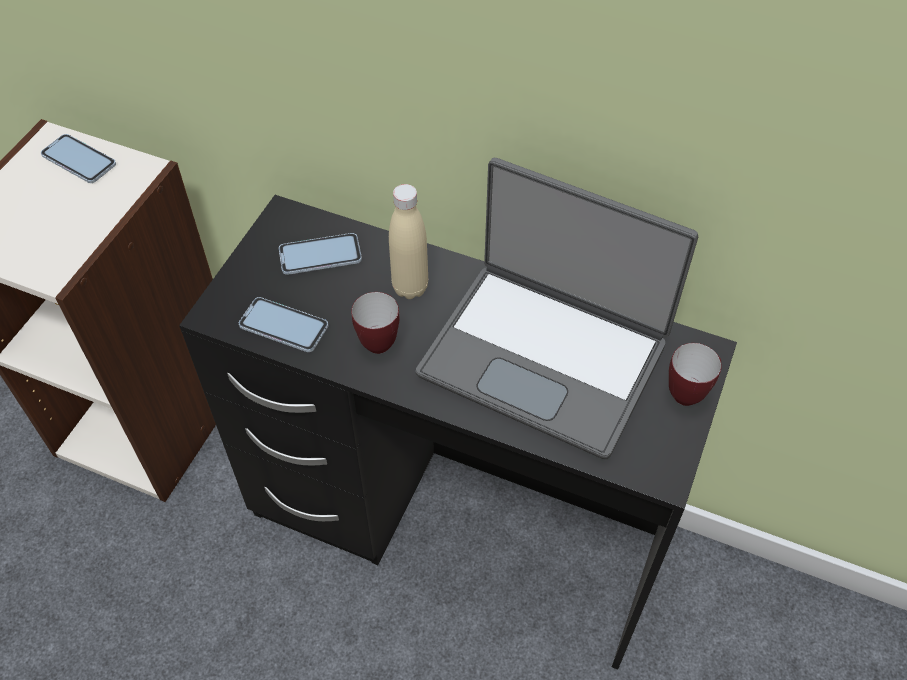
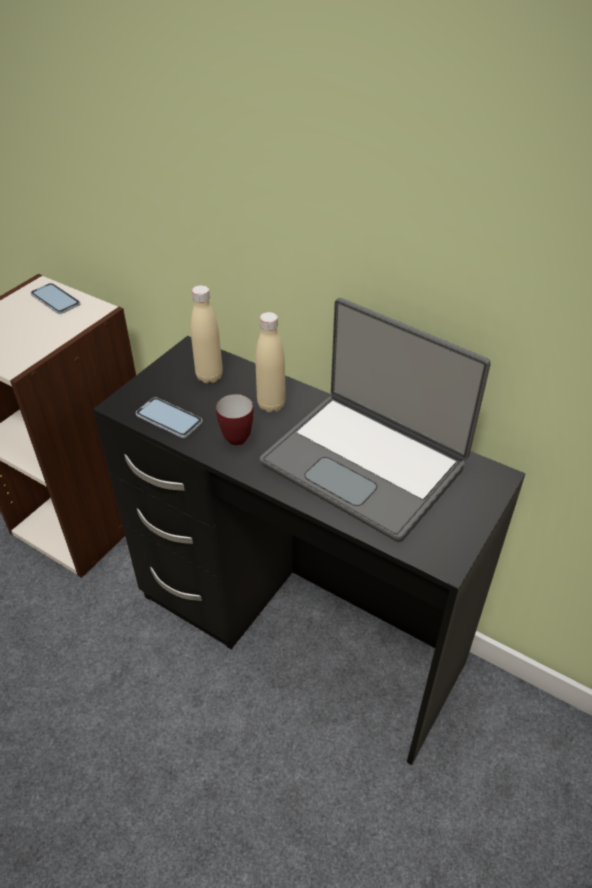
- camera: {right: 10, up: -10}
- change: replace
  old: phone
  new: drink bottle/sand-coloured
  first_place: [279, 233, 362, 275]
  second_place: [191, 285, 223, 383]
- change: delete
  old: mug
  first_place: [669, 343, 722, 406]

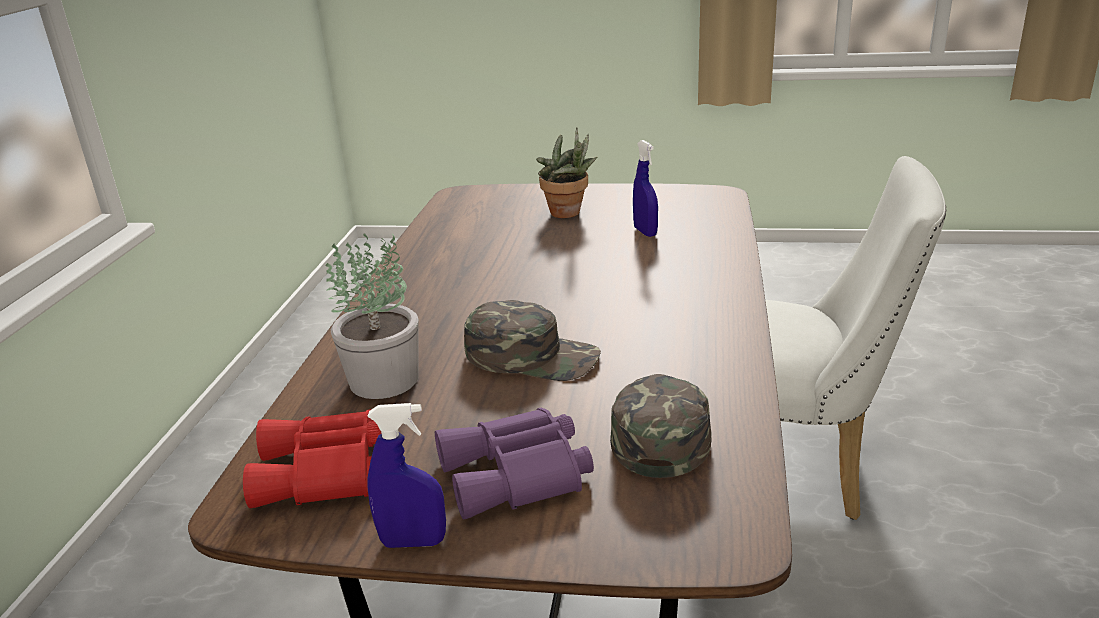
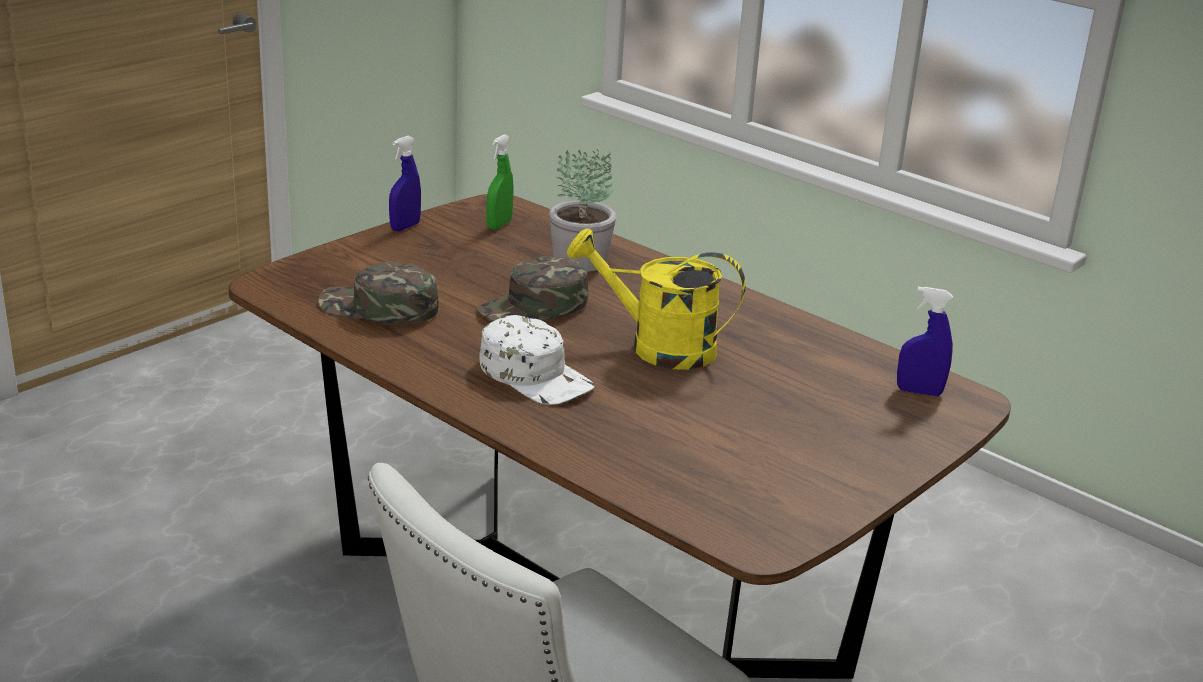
- camera: {right: 120, up: 0}
- change: delete
  old: potted plant
  first_place: [536, 128, 597, 218]
- change: move
  old: hand sprayer/blue-coloured
  first_place: [633, 140, 658, 237]
  second_place: [897, 287, 953, 396]
- change: rotate
  old: peaked cap/green
  first_place: [610, 374, 712, 478]
  second_place: [318, 262, 438, 325]
  degrees: 150
- change: delete
  old: binoculars/purple
  first_place: [435, 408, 594, 520]
- change: replace
  old: binoculars/reddish
  new: hand sprayer/green
  first_place: [243, 409, 382, 508]
  second_place: [486, 135, 514, 230]
- change: insert
  new: sprinkling can/yellow
  second_place: [567, 228, 745, 370]
- change: insert
  new: peaked cap/whitish
  second_place: [480, 315, 595, 405]

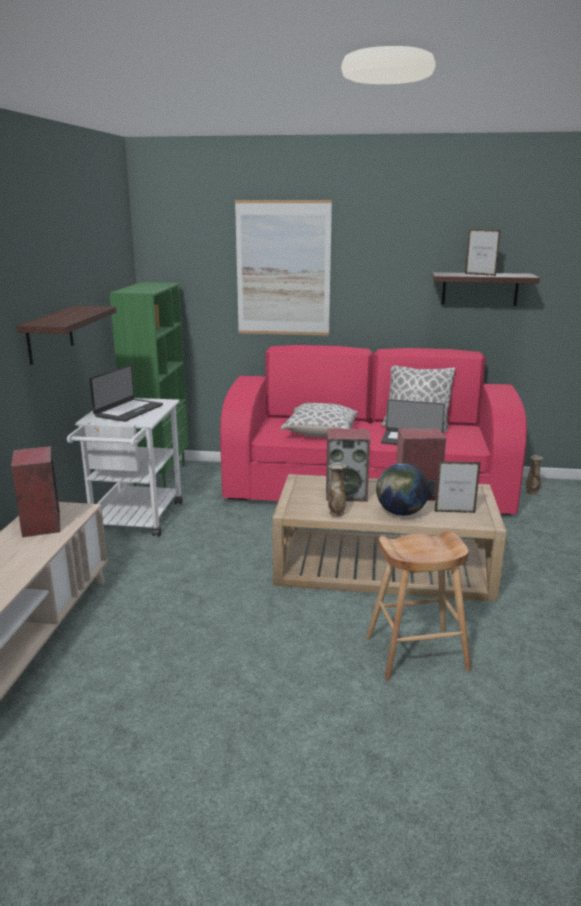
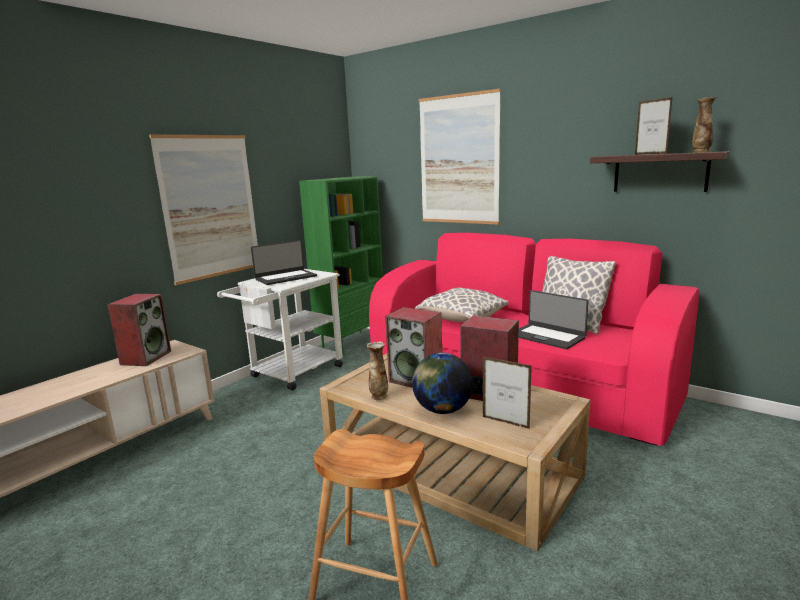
- camera: {right: 30, up: -5}
- change: replace
  old: bracket shelf
  new: wall art
  first_place: [17, 306, 117, 365]
  second_place: [149, 134, 258, 285]
- change: move
  old: decorative vase
  first_place: [526, 455, 543, 495]
  second_place: [692, 97, 716, 153]

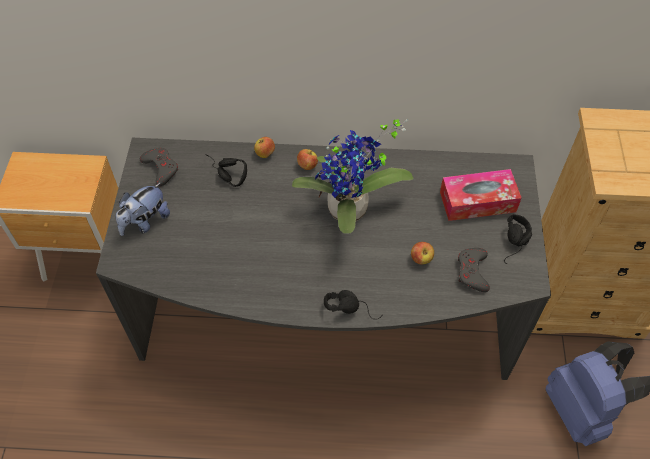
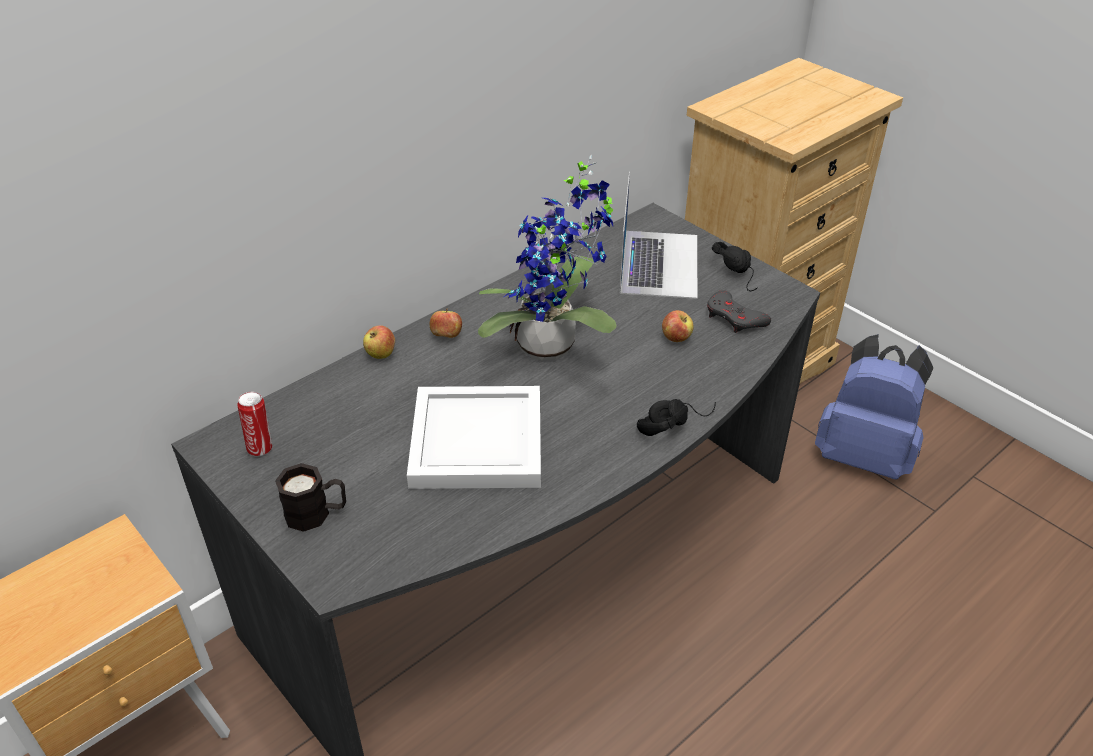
- camera: {right: -45, up: -15}
- change: replace
  old: gamepad/grey
  new: metal can
  first_place: [140, 148, 178, 186]
  second_place: [237, 392, 272, 456]
- change: delete
  old: headphones/black-coloured
  first_place: [205, 154, 247, 187]
- change: replace
  old: tissue box
  new: portable computer
  first_place: [440, 169, 521, 221]
  second_place: [620, 172, 697, 299]
- change: replace
  old: cuddly toy
  new: mug/black-coloured
  first_place: [116, 183, 170, 236]
  second_place: [275, 463, 346, 532]
- change: insert
  new: serving tray/whitish
  second_place: [407, 386, 541, 489]

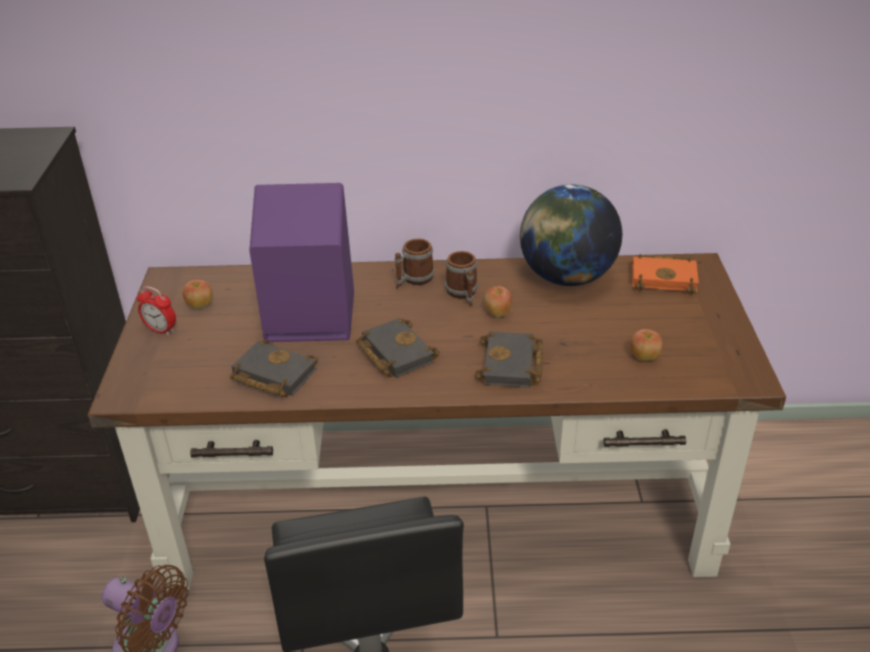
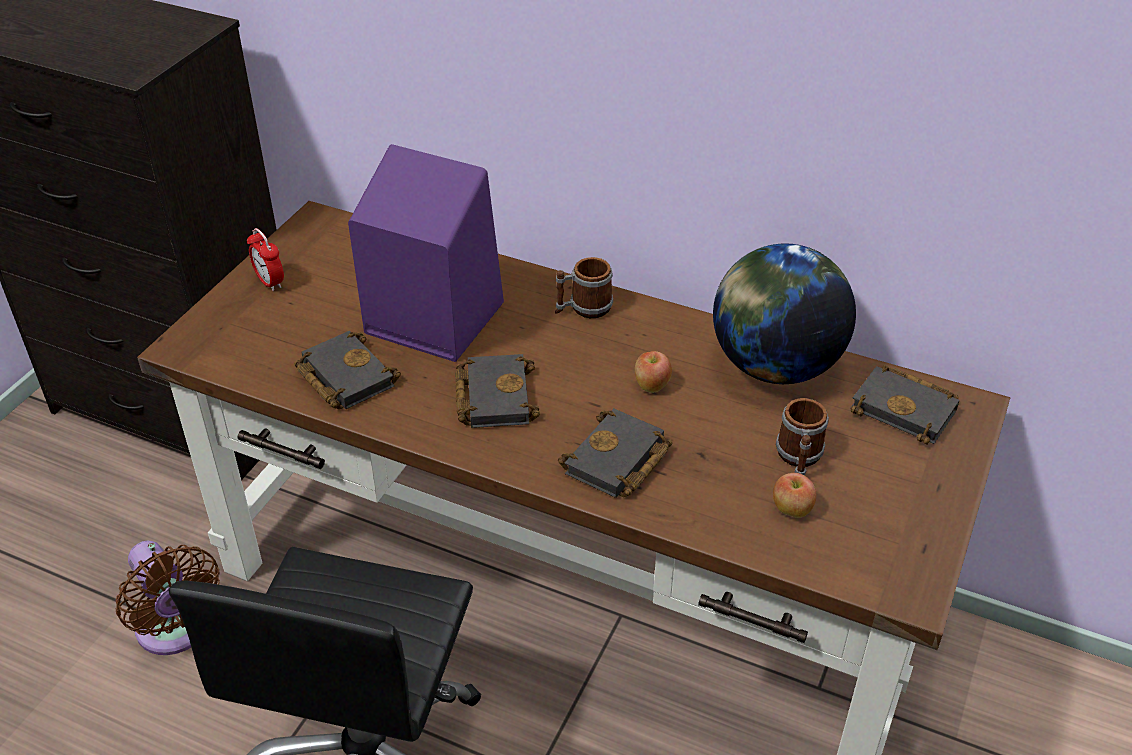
- camera: {right: 25, up: 5}
- change: move
  old: mug
  first_place: [445, 251, 478, 307]
  second_place: [776, 398, 829, 476]
- change: recolor
  old: book/orange
  new: book/black-coloured
  first_place: [632, 254, 699, 294]
  second_place: [850, 365, 960, 445]
- change: delete
  old: apple
  first_place: [183, 280, 212, 309]

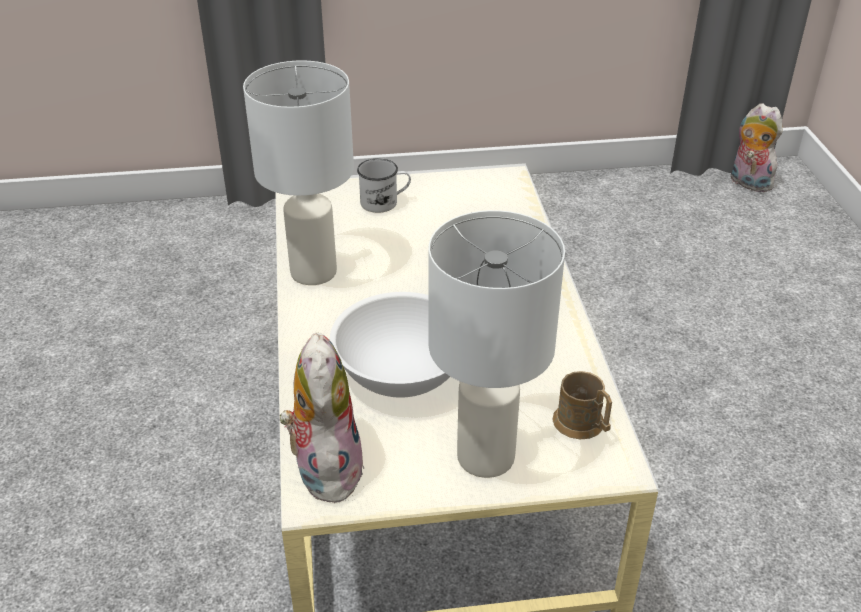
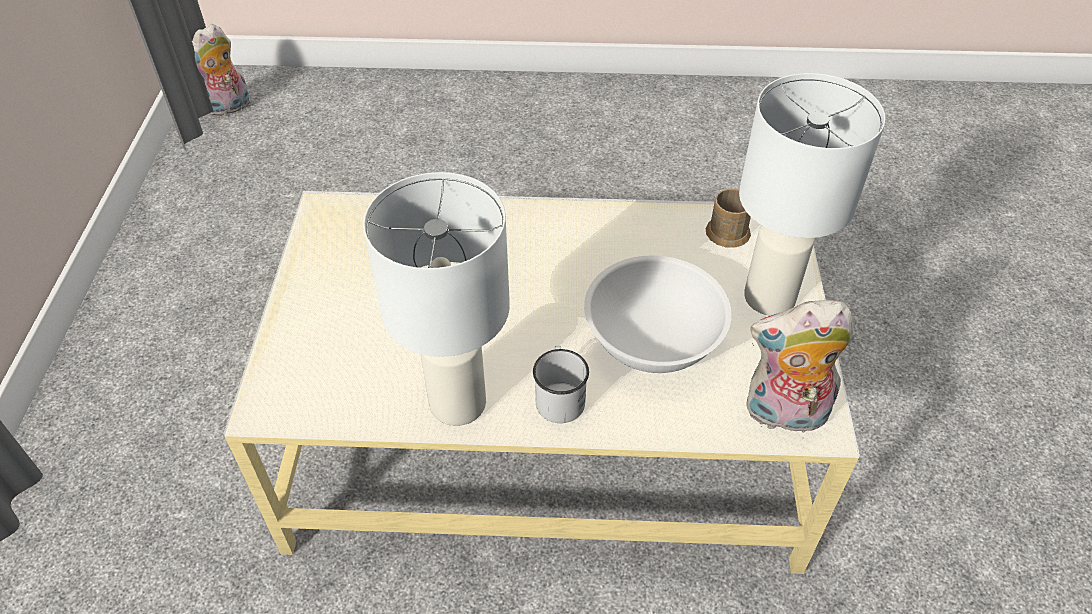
- camera: {right: -80, up: 10}
- change: move
  old: mug/whitish
  first_place: [357, 158, 411, 213]
  second_place: [533, 346, 589, 423]

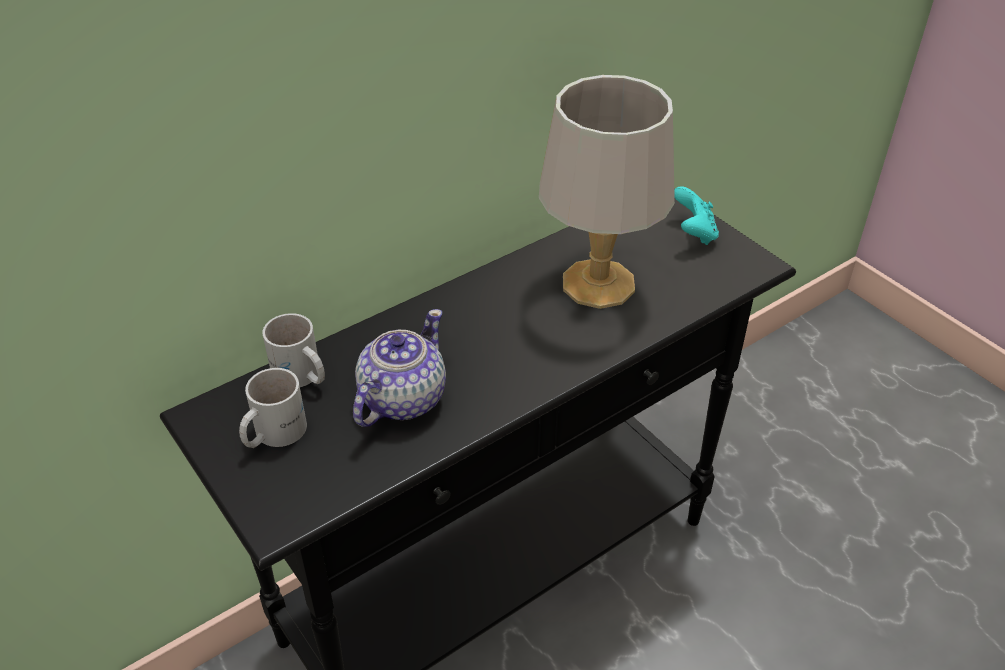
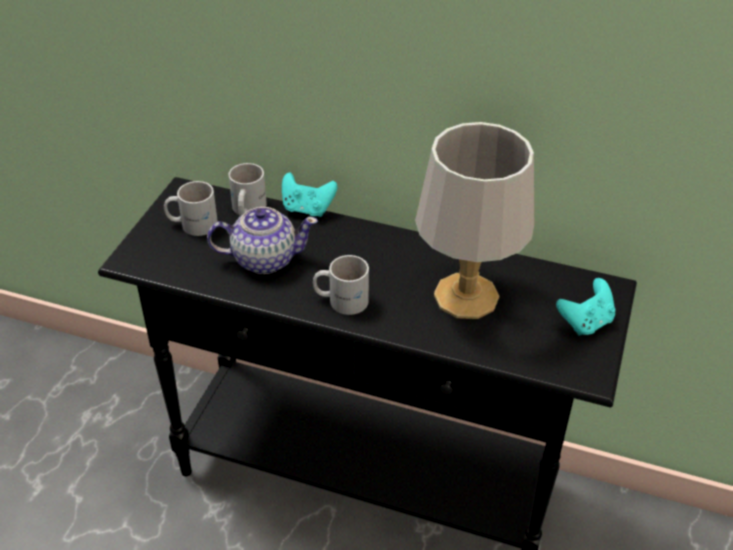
- camera: {right: 55, up: 0}
- change: insert
  new: gamepad/turquoise
  second_place: [282, 172, 338, 217]
- change: insert
  new: mug/whitish
  second_place: [313, 255, 369, 315]

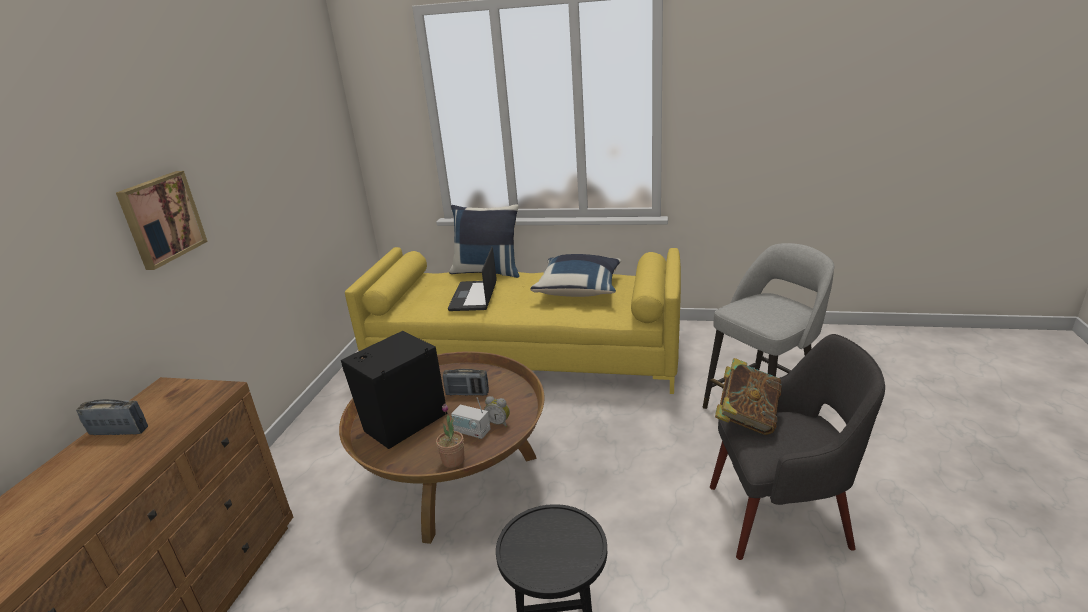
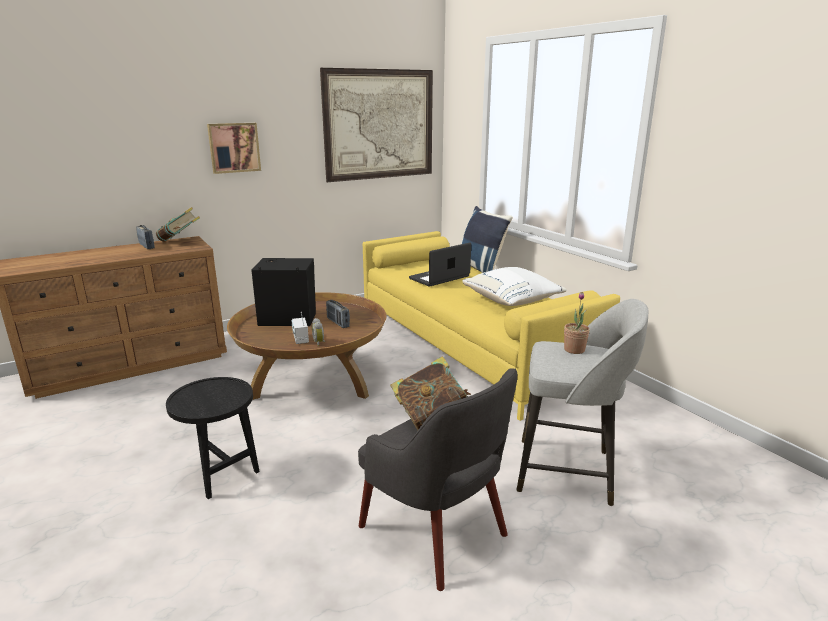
- camera: {right: 45, up: -5}
- change: recolor
  old: pillow/blue-coloured
  new: pillow/whitish
  first_place: [530, 254, 621, 297]
  second_place: [462, 267, 567, 306]
- change: move
  old: potted plant
  first_place: [436, 404, 464, 468]
  second_place: [564, 292, 590, 354]
- change: insert
  new: wall art
  second_place: [320, 68, 433, 182]
- change: insert
  new: book
  second_place: [156, 207, 200, 242]

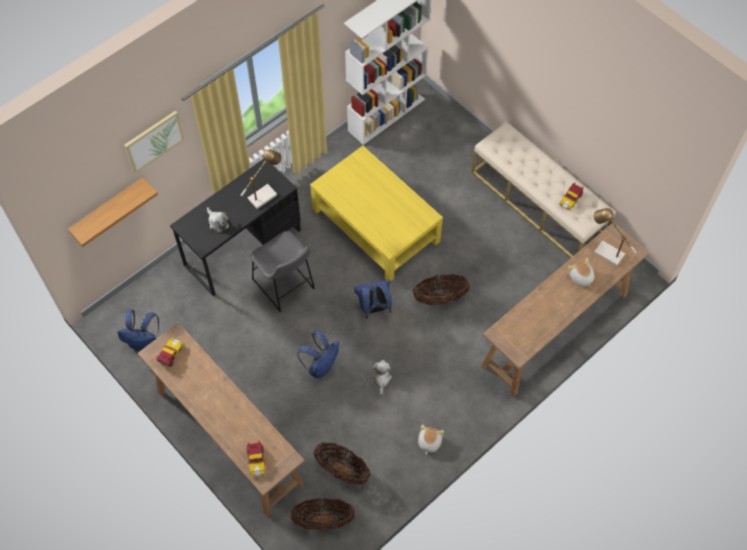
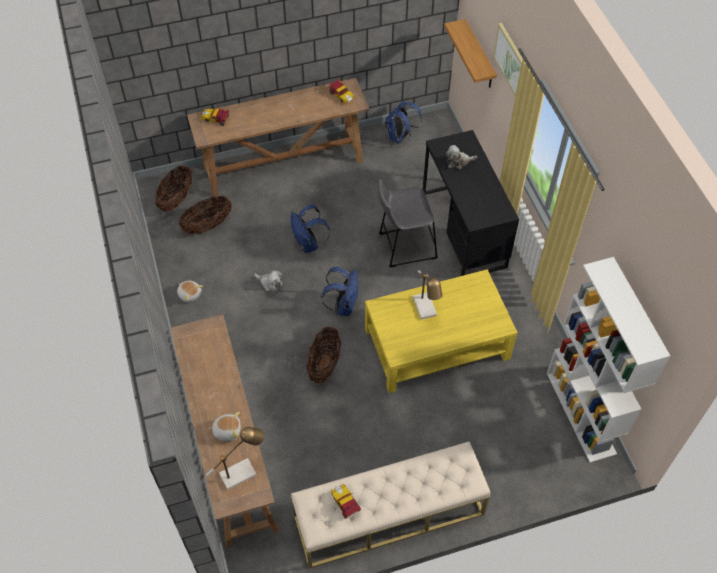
- camera: {right: 115, up: -5}
- change: move
  old: table lamp
  first_place: [241, 150, 281, 209]
  second_place: [413, 270, 442, 319]

